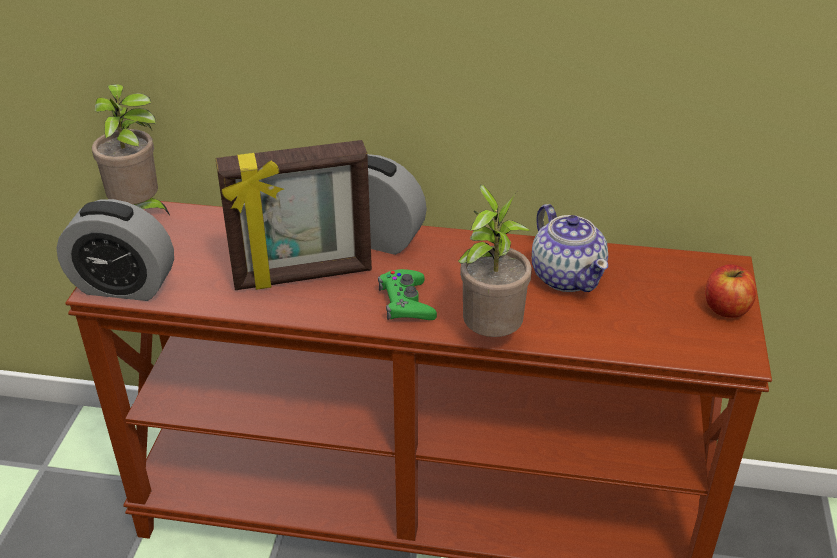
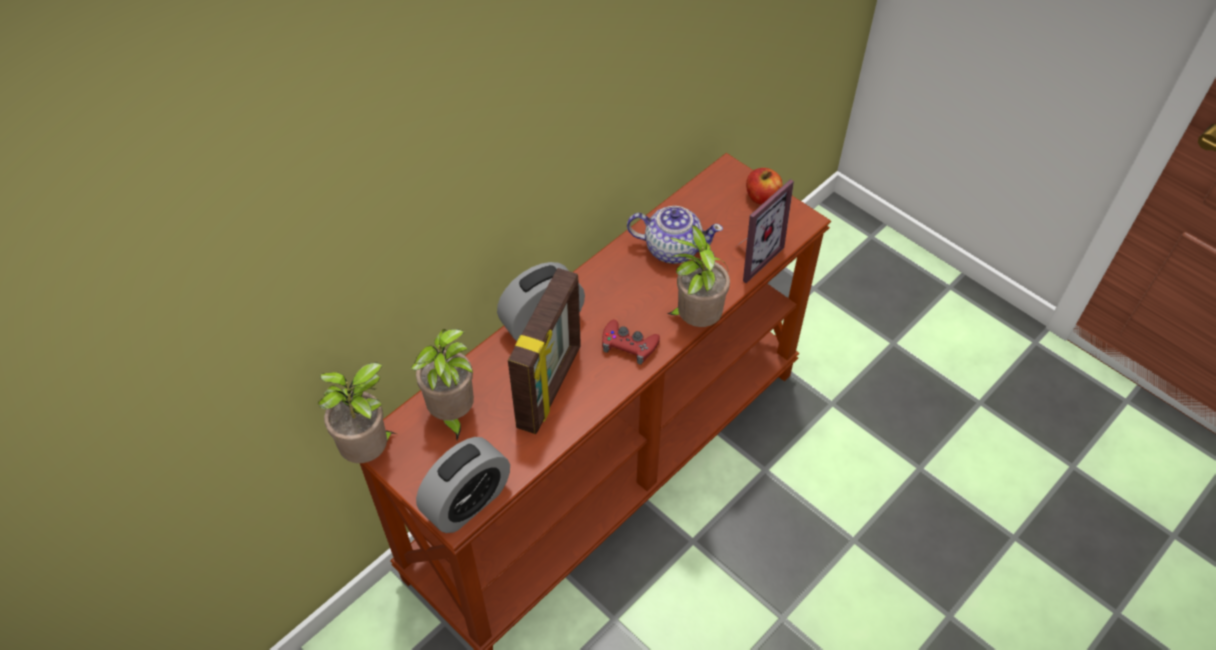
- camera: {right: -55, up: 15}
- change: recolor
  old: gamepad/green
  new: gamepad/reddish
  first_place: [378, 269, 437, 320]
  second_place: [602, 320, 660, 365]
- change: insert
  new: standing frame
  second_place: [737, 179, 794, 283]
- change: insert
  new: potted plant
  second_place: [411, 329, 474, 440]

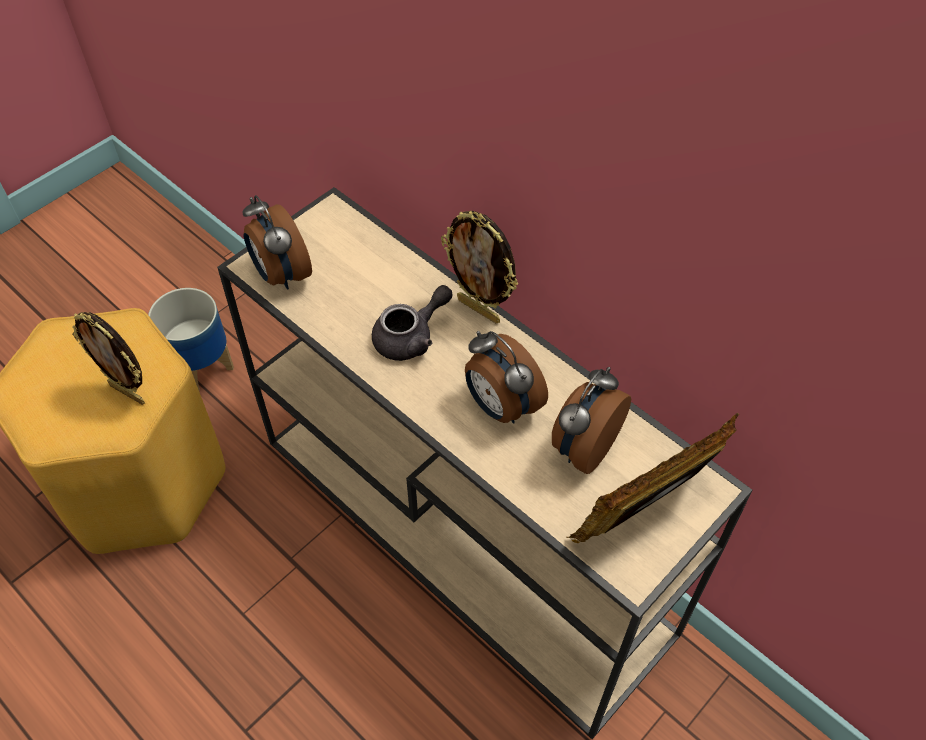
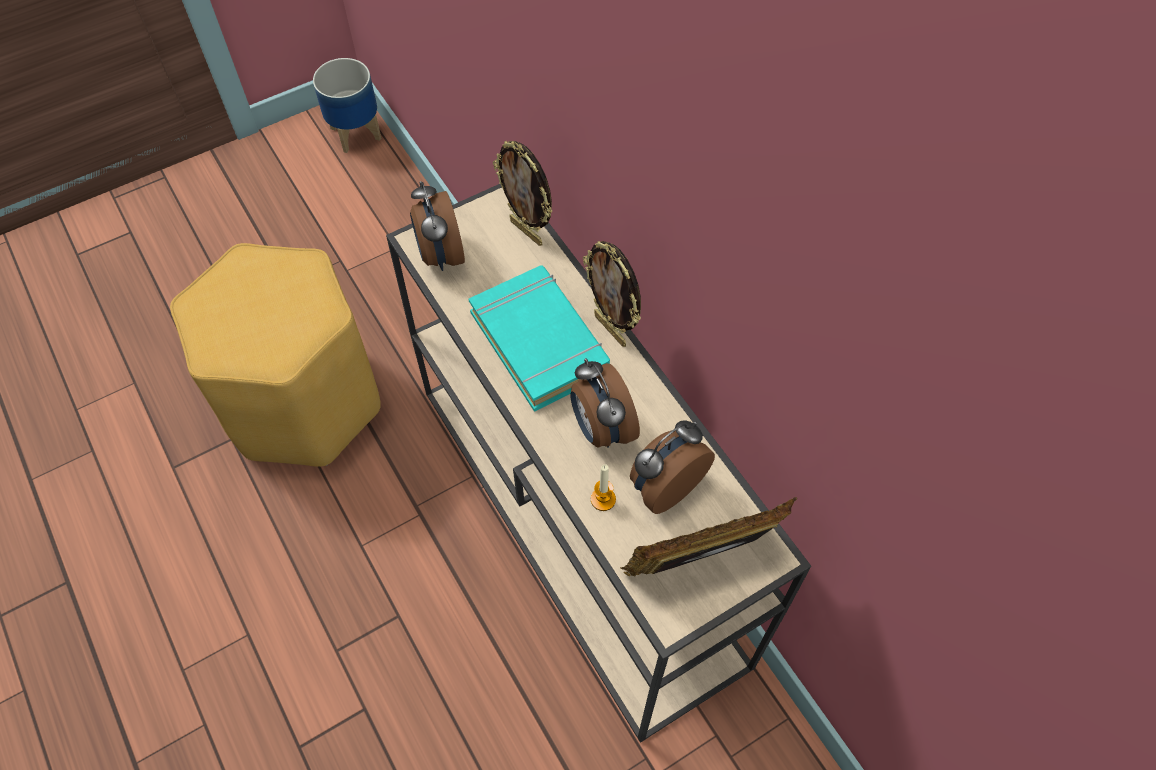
- camera: {right: 15, up: 5}
- change: replace
  old: pot for tea/grey
  new: book/turquoise
  first_place: [372, 285, 453, 361]
  second_place: [468, 265, 610, 412]
- change: move
  old: planter
  first_place: [148, 288, 234, 390]
  second_place: [313, 58, 381, 153]
- change: move
  old: standing frame
  first_place: [72, 312, 145, 405]
  second_place: [493, 141, 552, 246]
- change: insert
  new: wax light
  second_place: [591, 464, 616, 511]

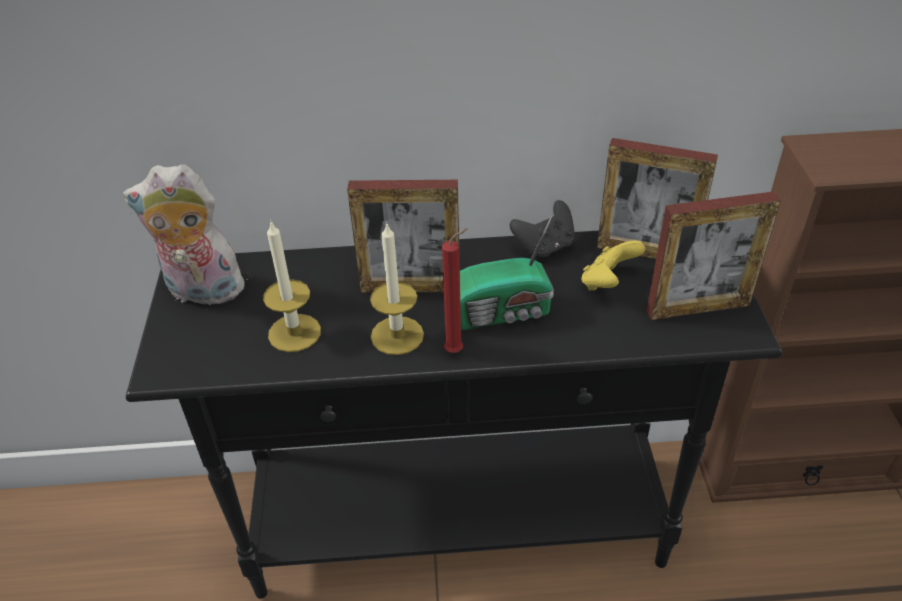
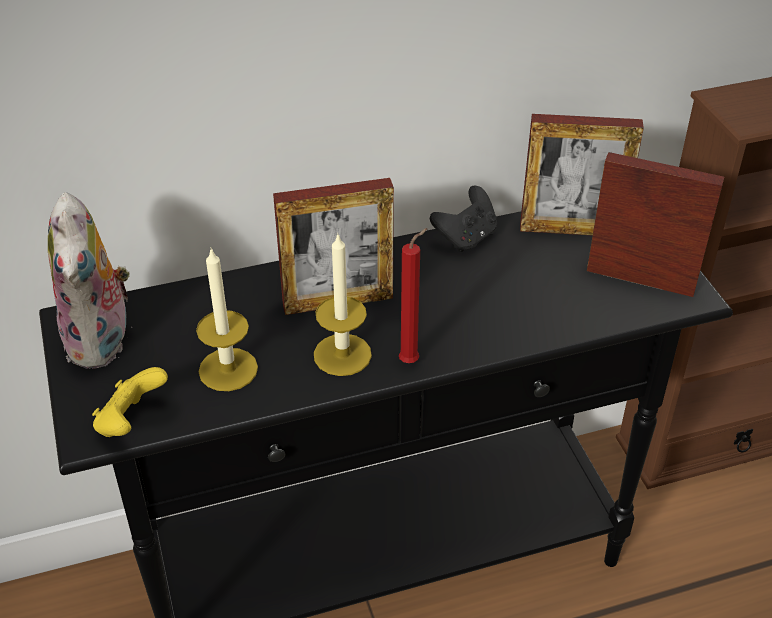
- camera: {right: -15, up: 0}
- change: rotate
  old: cuddly toy
  first_place: [123, 164, 252, 307]
  second_place: [48, 193, 130, 369]
  degrees: -90
- change: rotate
  old: standing frame
  first_place: [646, 191, 781, 320]
  second_place: [587, 152, 724, 297]
  degrees: -135
- change: delete
  old: radio
  first_place: [460, 216, 554, 330]
- change: move
  old: gamepad/yellow
  first_place: [581, 240, 645, 290]
  second_place: [92, 367, 168, 437]

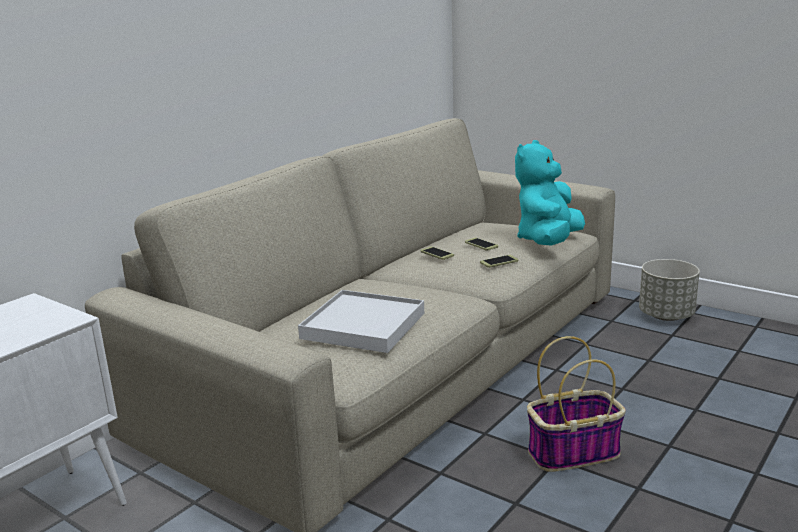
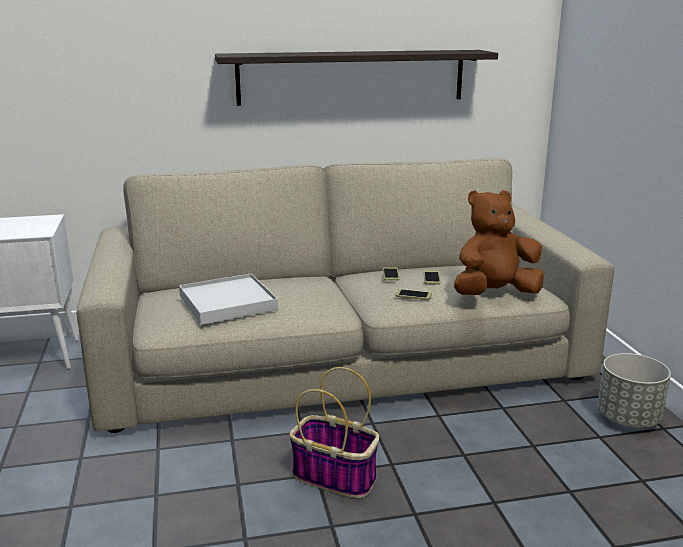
- camera: {right: 40, up: 0}
- change: recolor
  old: cuddly toy/turquoise
  new: cuddly toy/brown-coloured
  first_place: [515, 140, 585, 246]
  second_place: [454, 190, 544, 295]
- change: insert
  new: bracket shelf
  second_place: [215, 50, 498, 106]

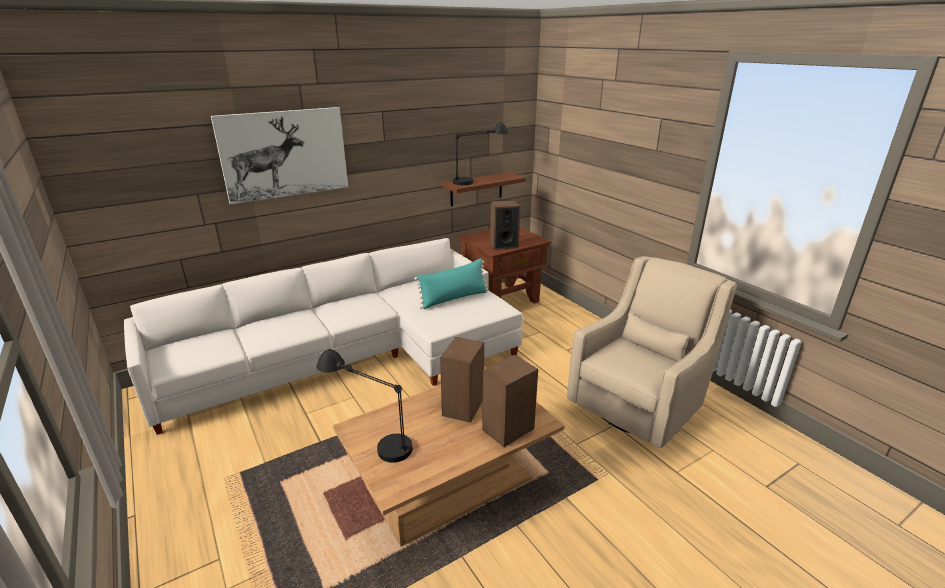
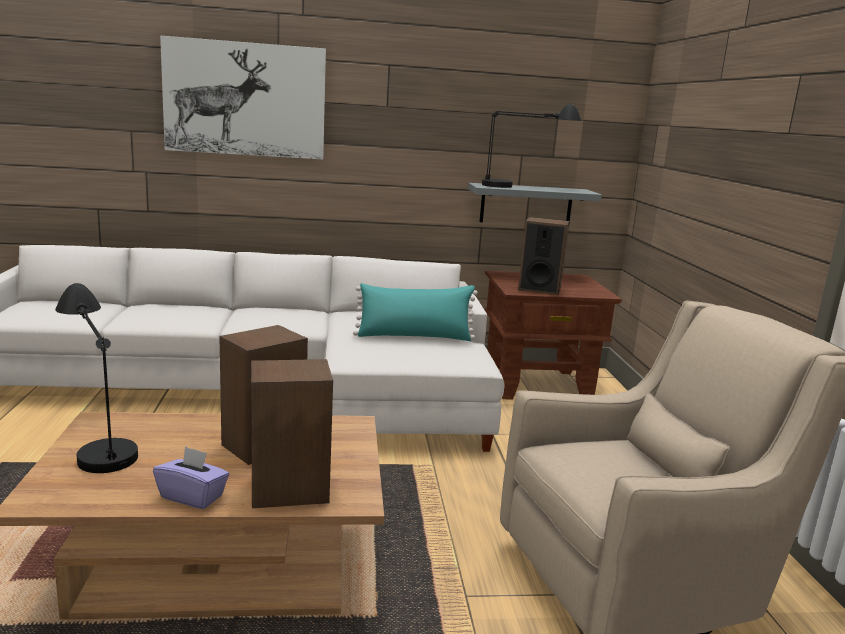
- camera: {right: 25, up: -10}
- change: recolor
  old: bracket shelf/brown-coloured
  new: bracket shelf/grey
  first_place: [442, 172, 526, 206]
  second_place: [468, 183, 602, 222]
- change: insert
  new: tissue box/purple
  second_place: [153, 446, 229, 509]

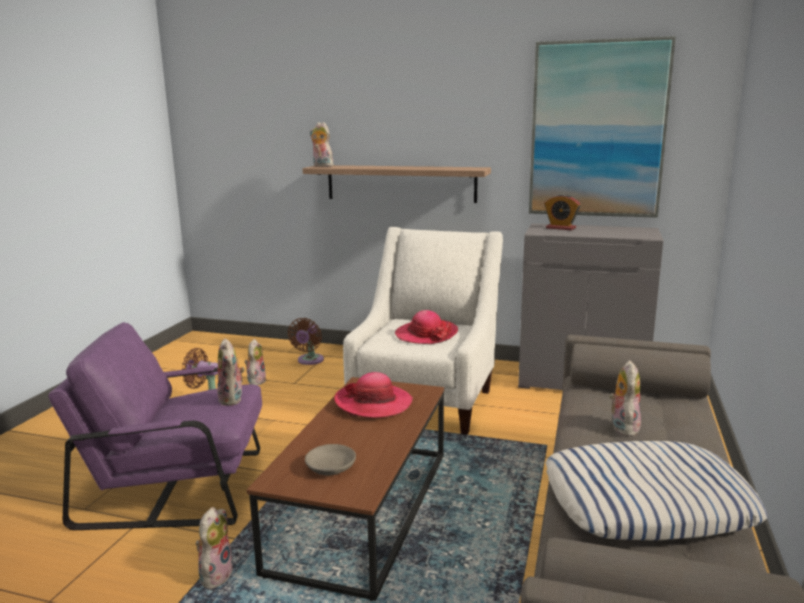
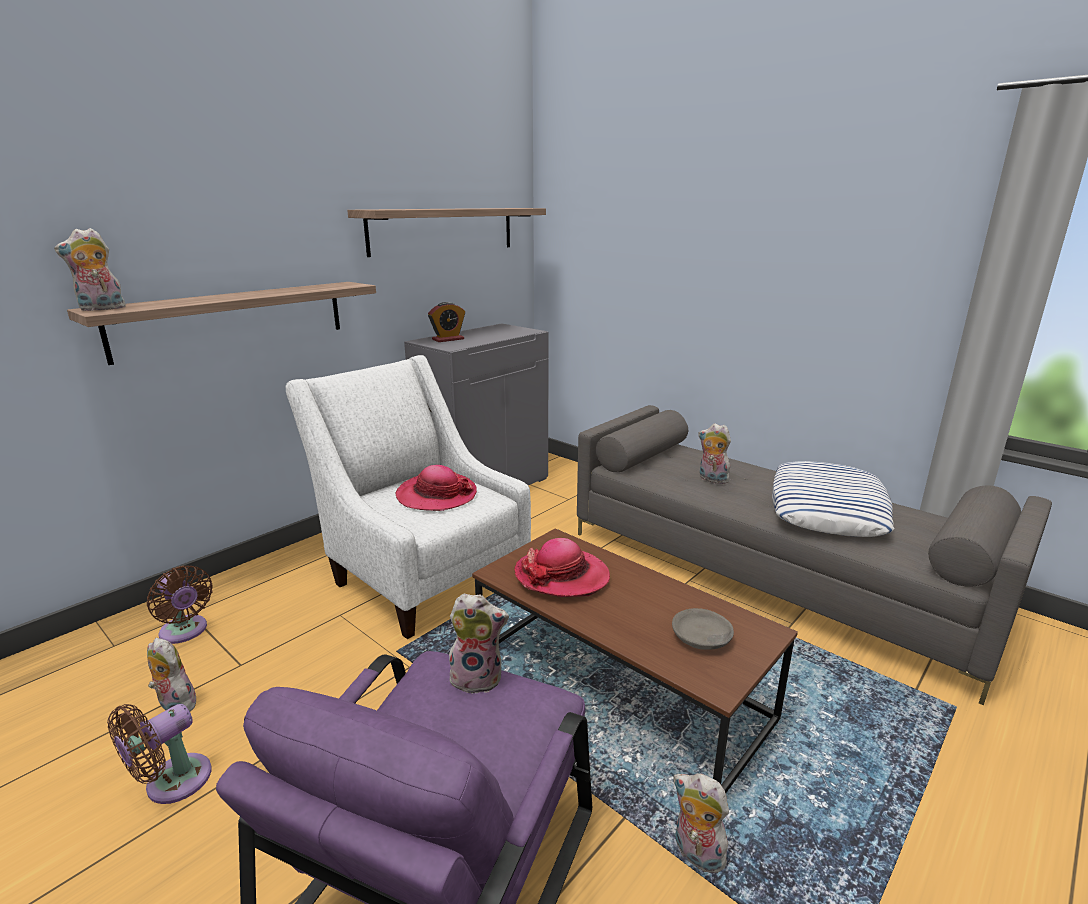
- camera: {right: -65, up: 5}
- change: replace
  old: wall art
  new: bracket shelf
  first_place: [529, 36, 676, 218]
  second_place: [347, 208, 546, 257]

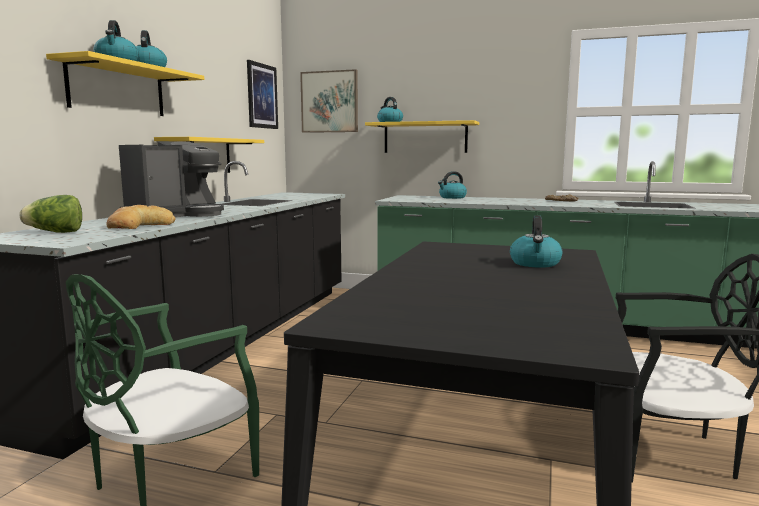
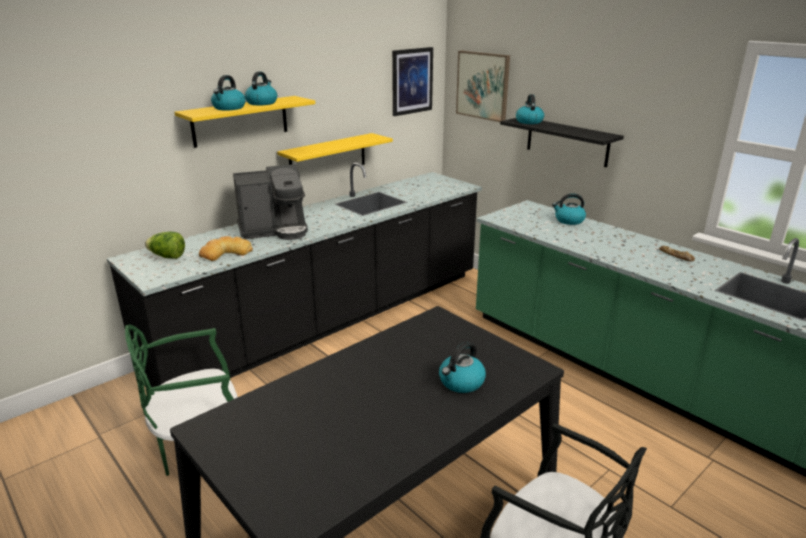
- camera: {right: 30, up: 15}
- change: recolor
  old: bracket shelf/yellow
  new: bracket shelf/black-coloured
  first_place: [365, 120, 479, 153]
  second_place: [500, 118, 624, 167]

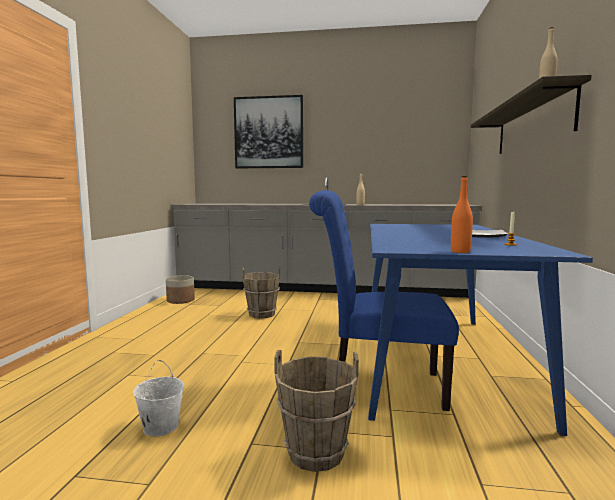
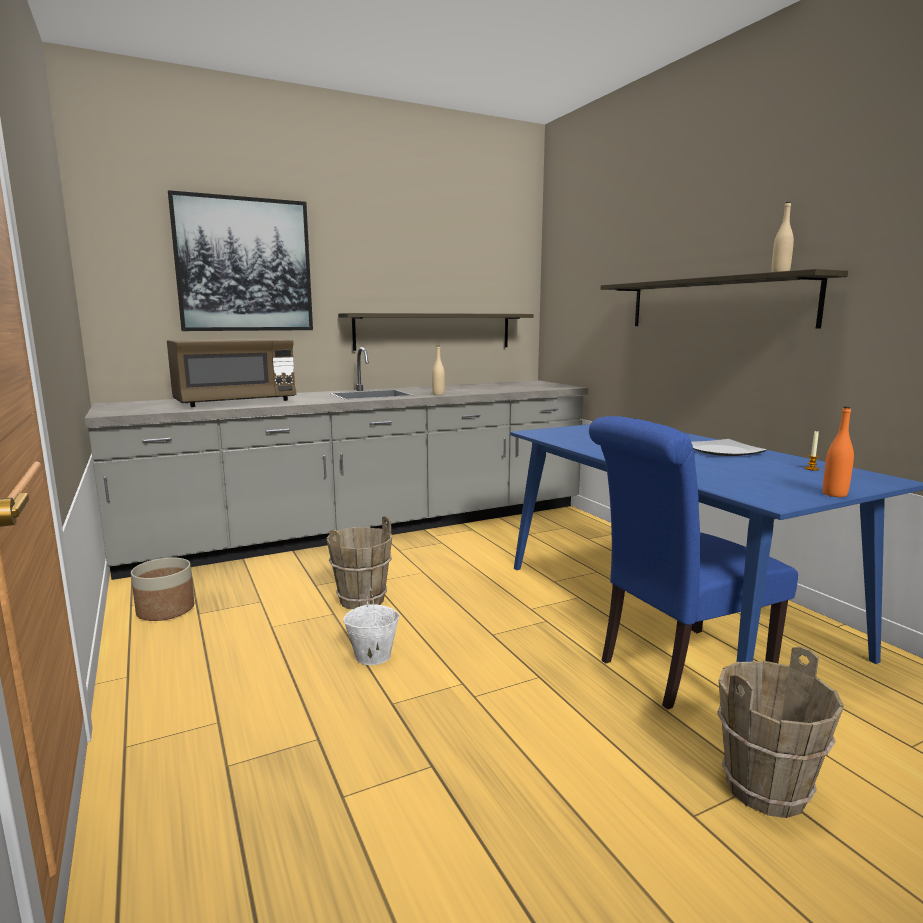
- camera: {right: -35, up: 5}
- change: move
  old: water bucket/whitish
  first_place: [133, 360, 184, 437]
  second_place: [343, 588, 400, 665]
- change: insert
  new: bracket shelf
  second_place: [338, 313, 534, 351]
- change: insert
  new: kitchen microwave/brown-coloured
  second_place: [167, 338, 296, 407]

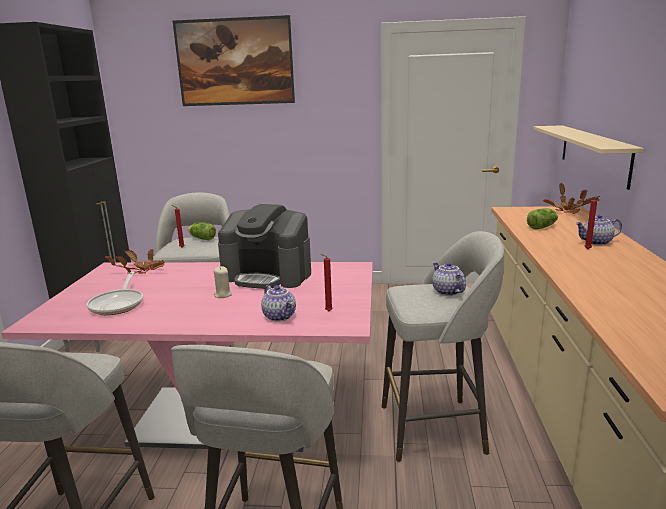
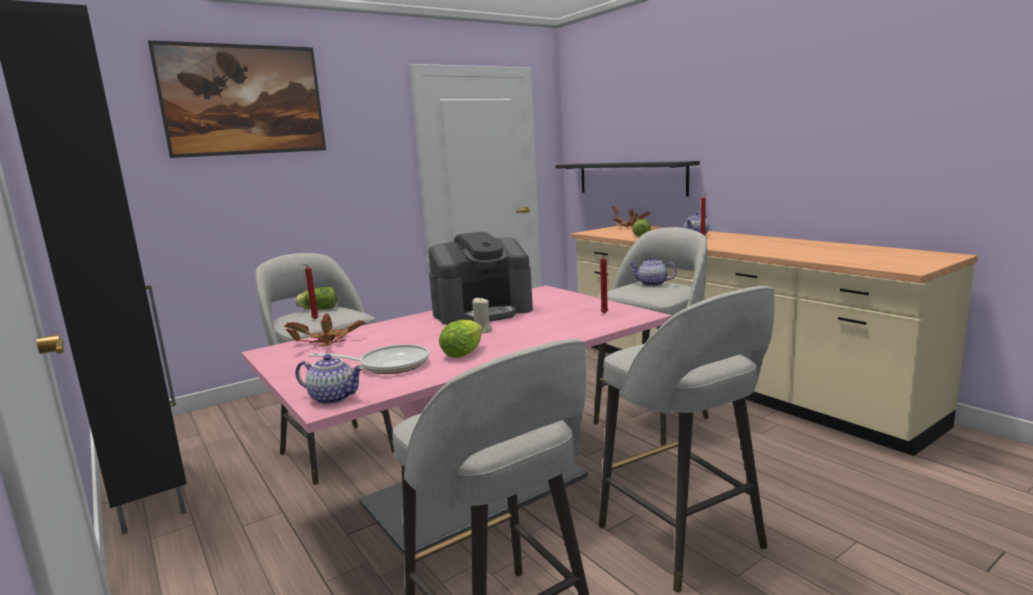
- camera: {right: -40, up: -5}
- change: recolor
  old: bracket shelf/sand-coloured
  new: bracket shelf/black-coloured
  first_place: [533, 125, 644, 190]
  second_place: [555, 161, 700, 196]
- change: rotate
  old: frying pan
  first_place: [87, 272, 143, 315]
  second_place: [309, 344, 429, 374]
  degrees: -45
- change: move
  old: pot for tea
  first_place: [261, 285, 296, 322]
  second_place: [295, 354, 364, 405]
- change: insert
  new: head of lettuce
  second_place: [439, 320, 483, 358]

